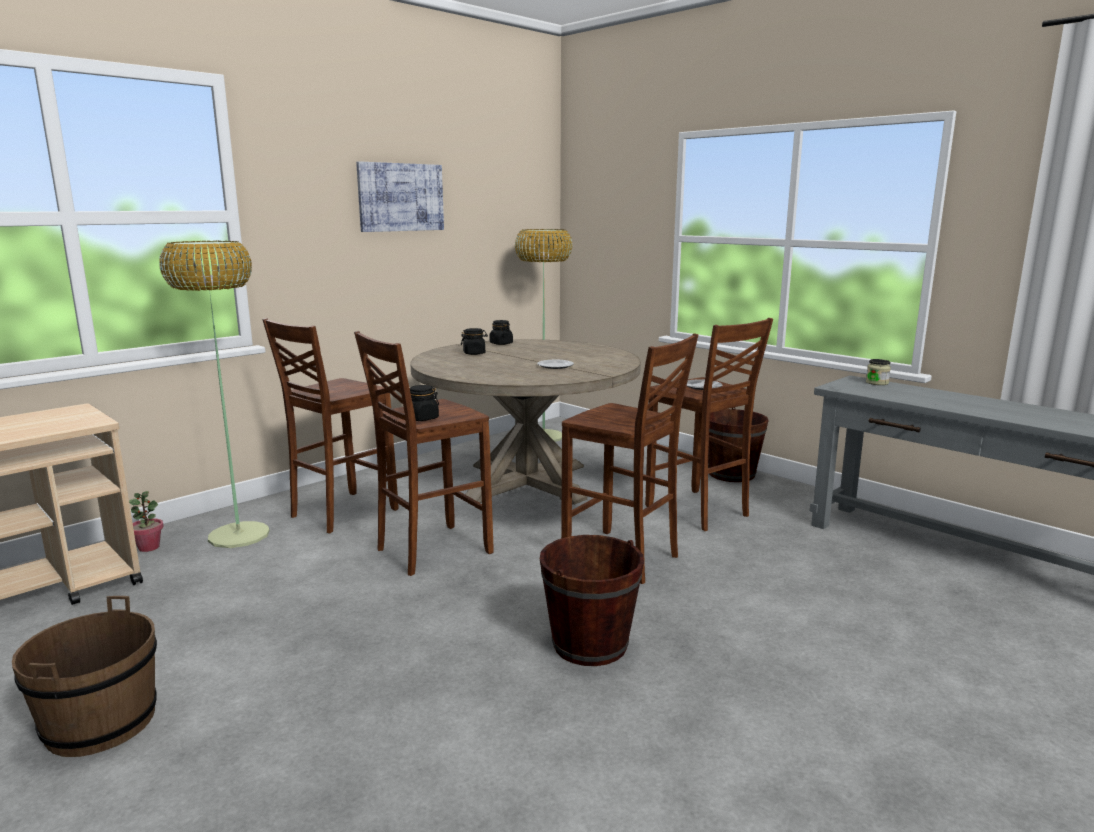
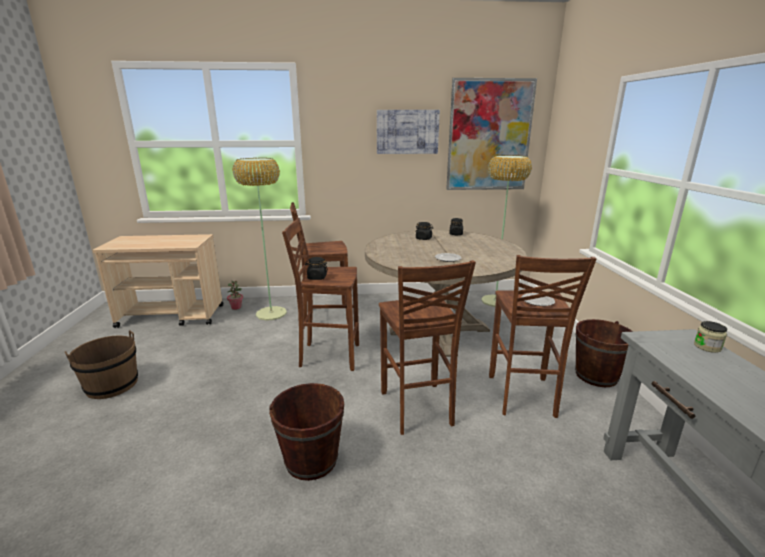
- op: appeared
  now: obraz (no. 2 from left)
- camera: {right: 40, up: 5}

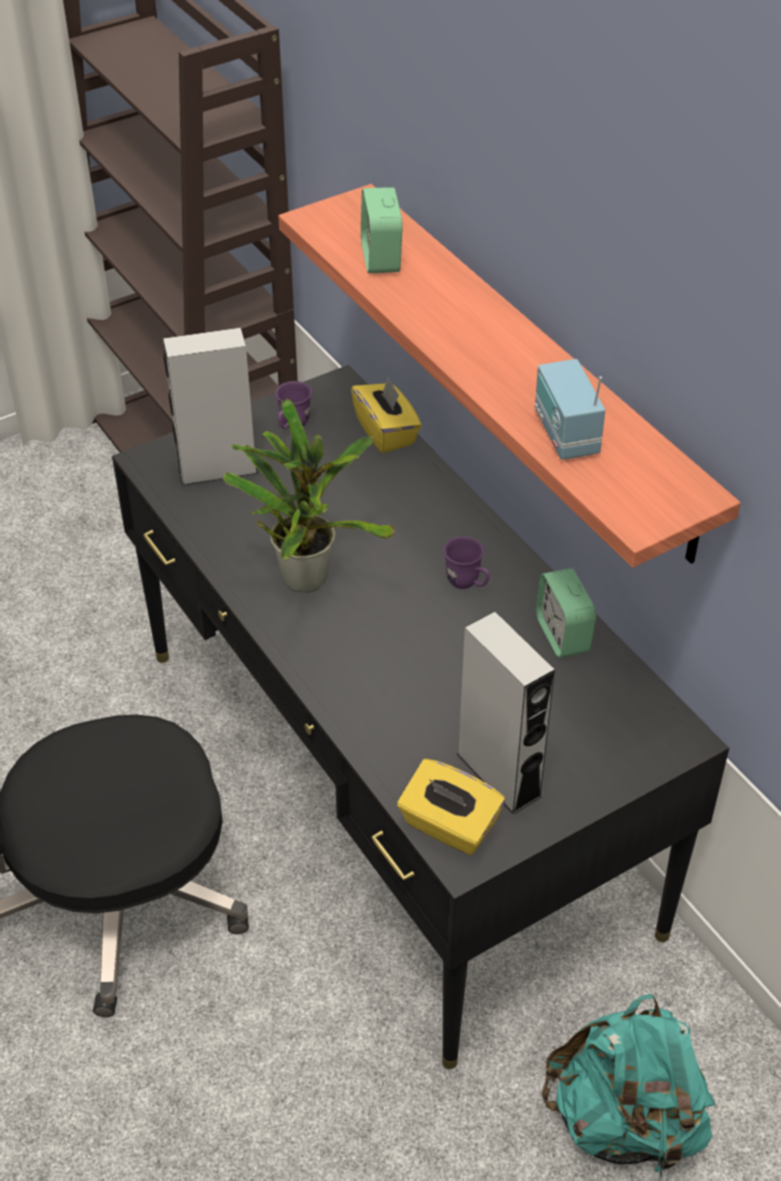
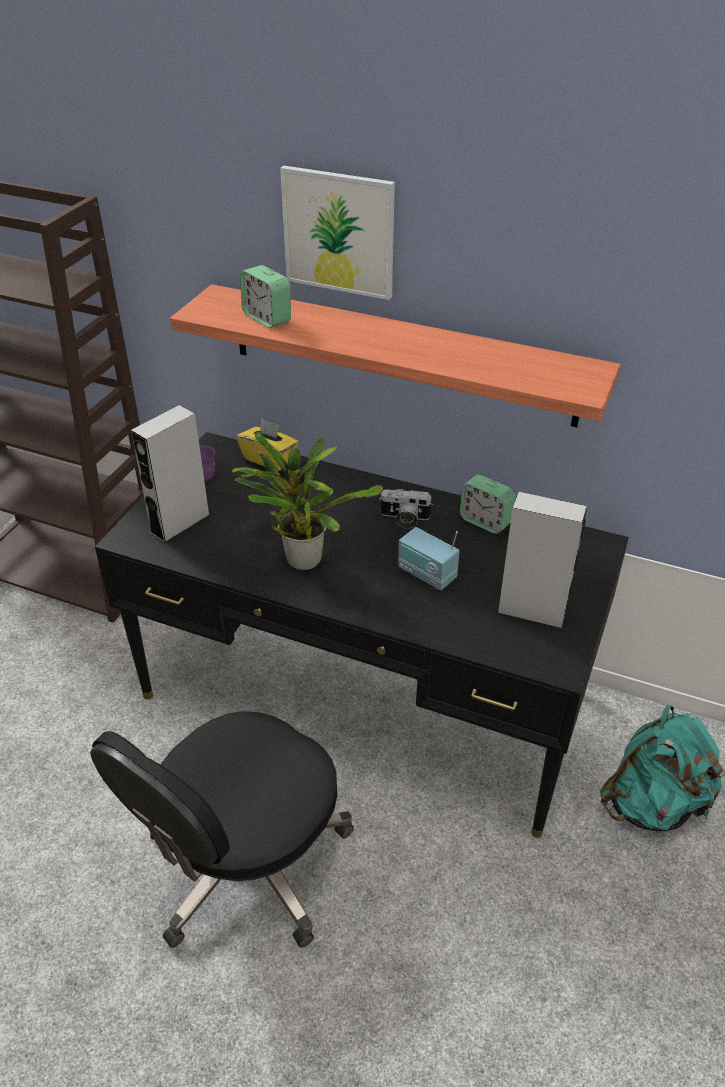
- op: missing
  was: pudełko chusteczek [żółty] (no. 2 from left)
- op: appeared
  now: obraz
- op: relocated
  was: radio
- op: exchanged
  was: kubek [fioletowy] (no. 2 from left)
  now: aparat fotograficzny
- camera: {right: -35, up: -5}

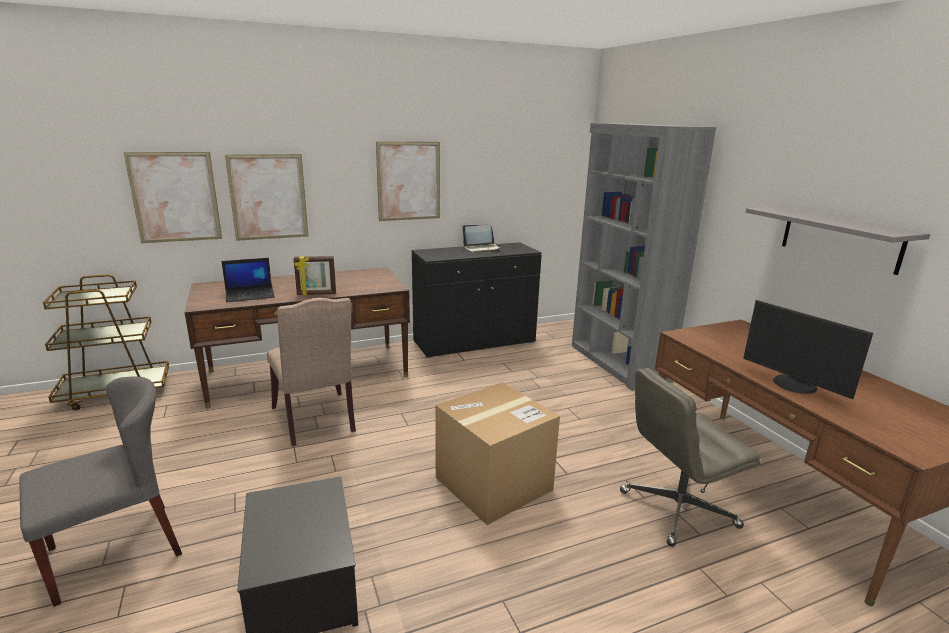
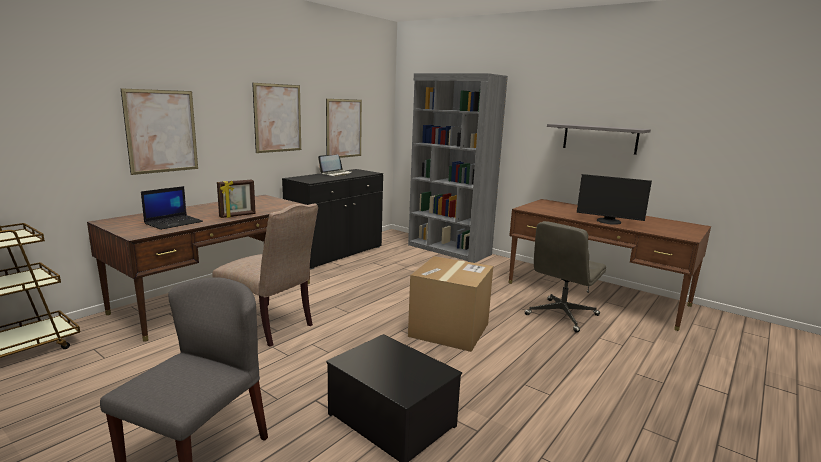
- op: relocated
  was: obraz (no. 1 from left in the first image)
  now: obraz (no. 3 from left)
- camera: {right: -30, up: -5}

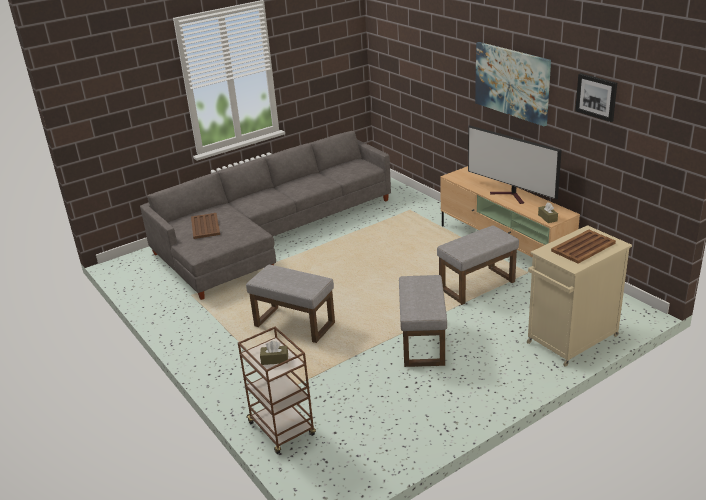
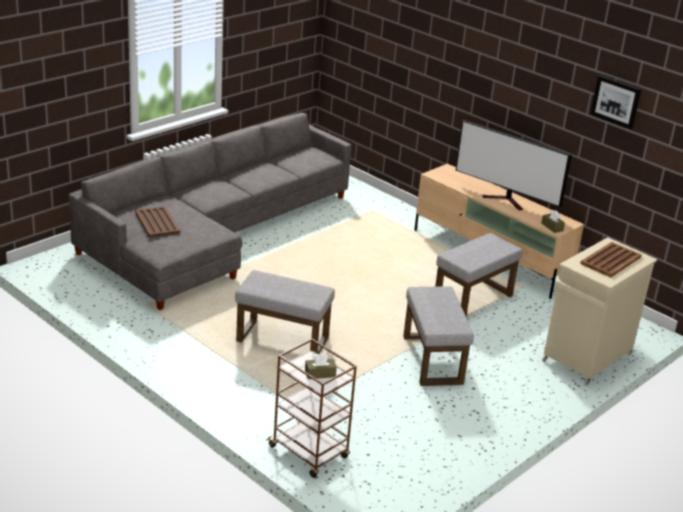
- op: missing
  was: obraz (no. 1 from left)
- camera: {right: -15, up: 0}

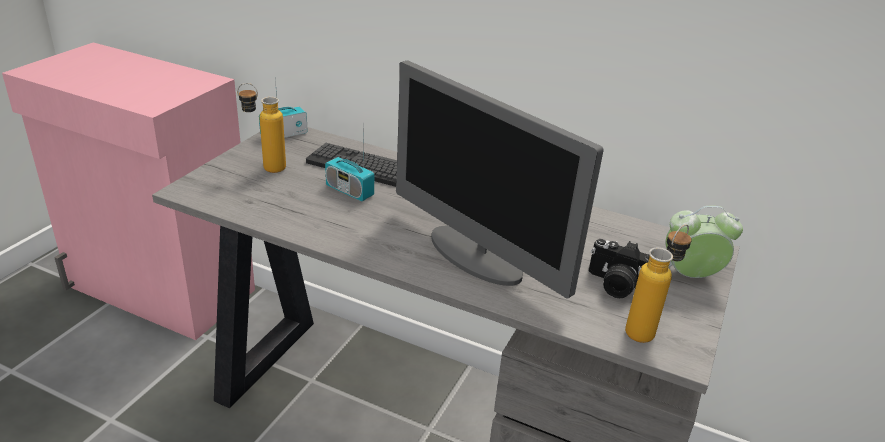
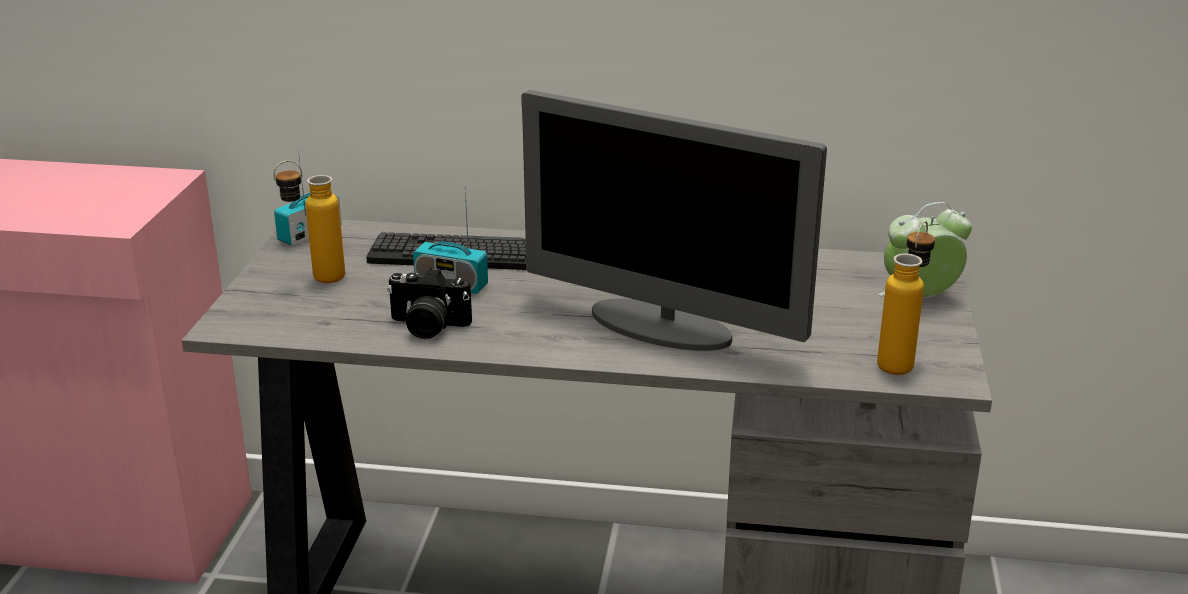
- op: relocated
  was: aparat fotograficzny
- camera: {right: -15, up: -5}

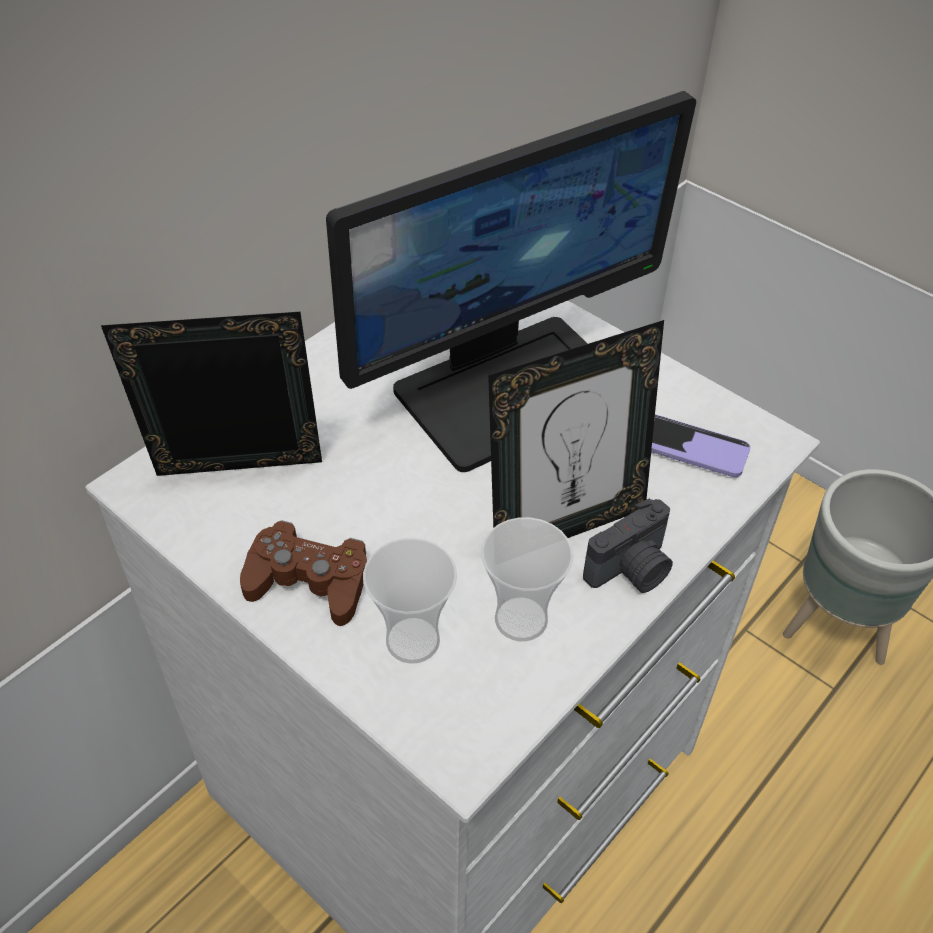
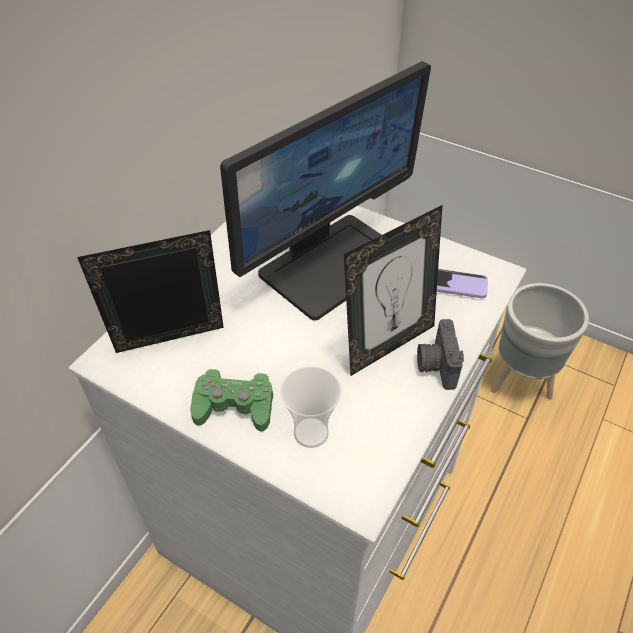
- op: missing
  was: filiżanka (no. 2 from left)
- op: colour
  was: pad do gier [brązowy]
  now: pad do gier [zielony]
- op: spun
  was: aparat fotograficzny
  clockwise: 135
- camera: {right: -10, up: 0}

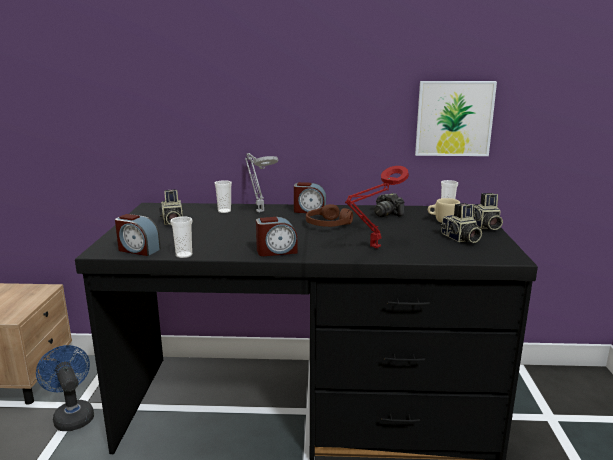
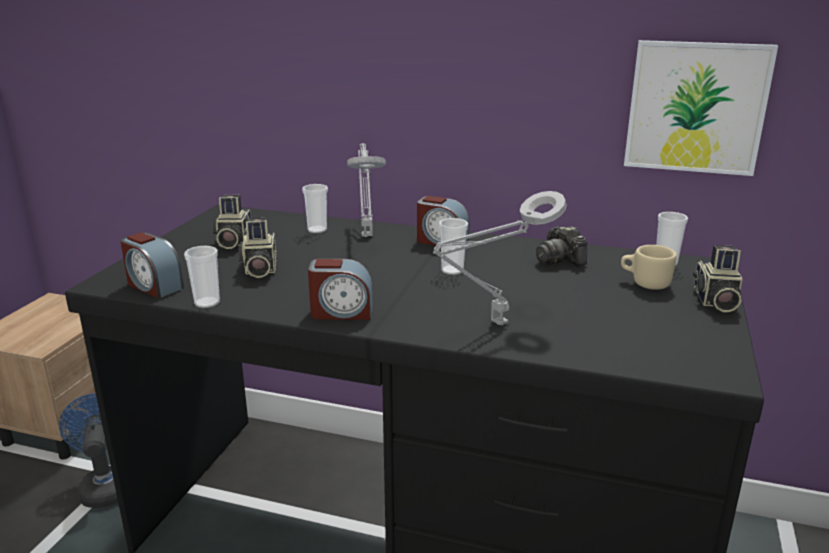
- op: relocated
  was: aparat fotograficzny (no. 3 from left in the first image)
  now: aparat fotograficzny (no. 2 from left)
- op: exchanged
  was: słuchawki [brązowy]
  now: filiżanka (no. 3 from left)
- op: colour
  was: lampa stołowa [czerwony]
  now: lampa stołowa [szary] (no. 2 from left)
- camera: {right: 15, up: 5}

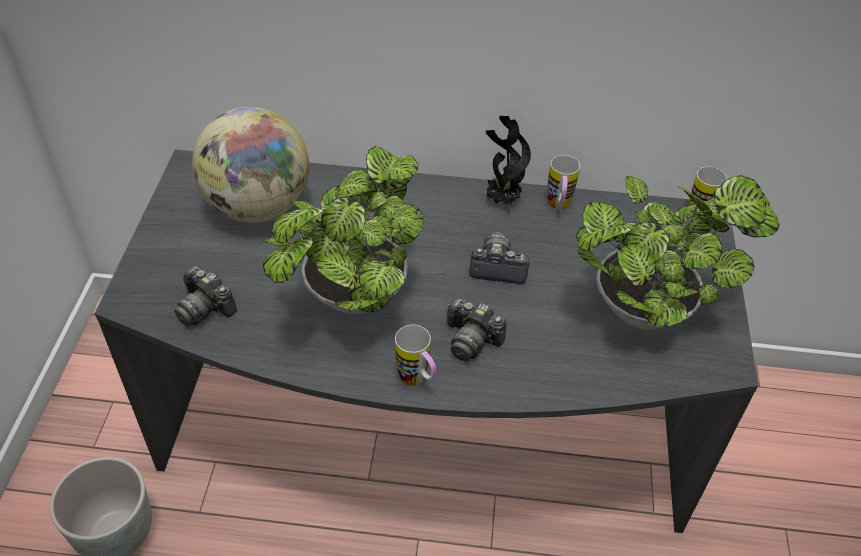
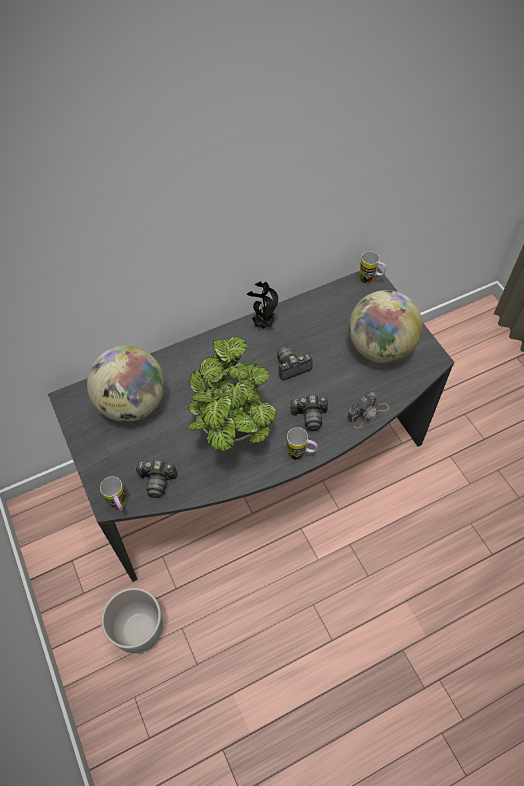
- op: appeared
  now: aparat fotograficzny (no. 4 from left)
- op: relocated
  was: kubek (no. 2 from left in the first image)
  now: kubek (no. 1 from left)
- op: exchanged
  was: roślina doniczkowa (no. 3 from left)
  now: globus (no. 2 from left)
- camera: {right: -30, up: 10}

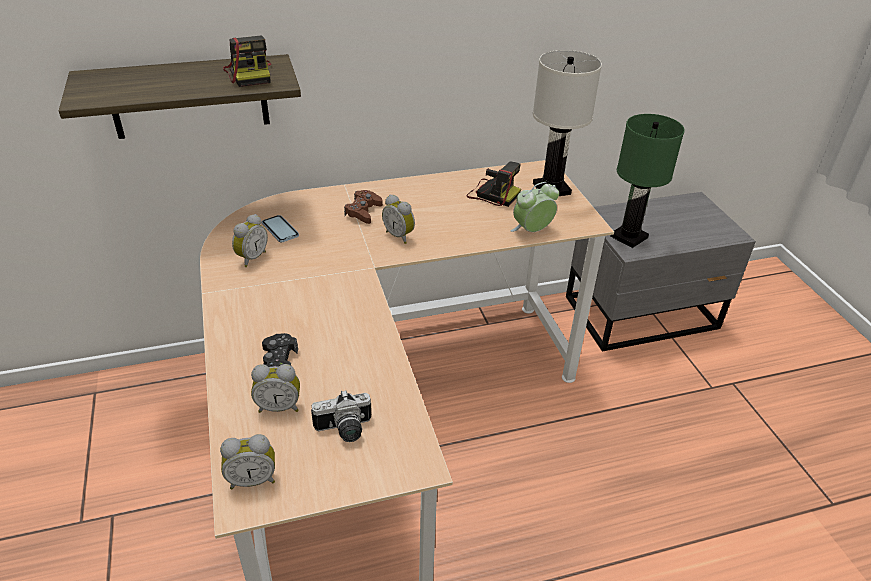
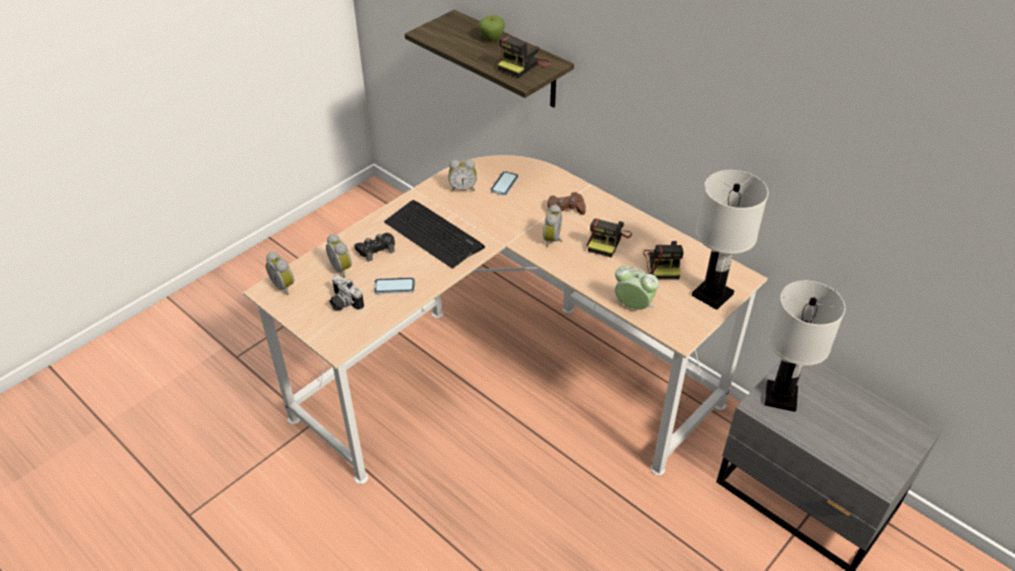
- op: appeared
  now: telefon (no. 1 from left)
- op: appeared
  now: klawiatura
- op: appeared
  now: jabłko
- op: appeared
  now: aparat fotograficzny (no. 3 from left)
- op: colour
  was: lampa stołowa [zielony]
  now: lampa stołowa [biały] (no. 2 from left)
- camera: {right: 60, up: 5}

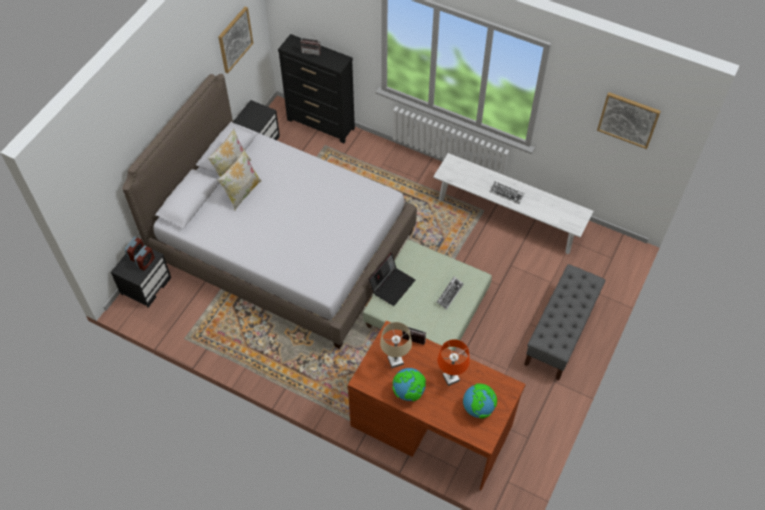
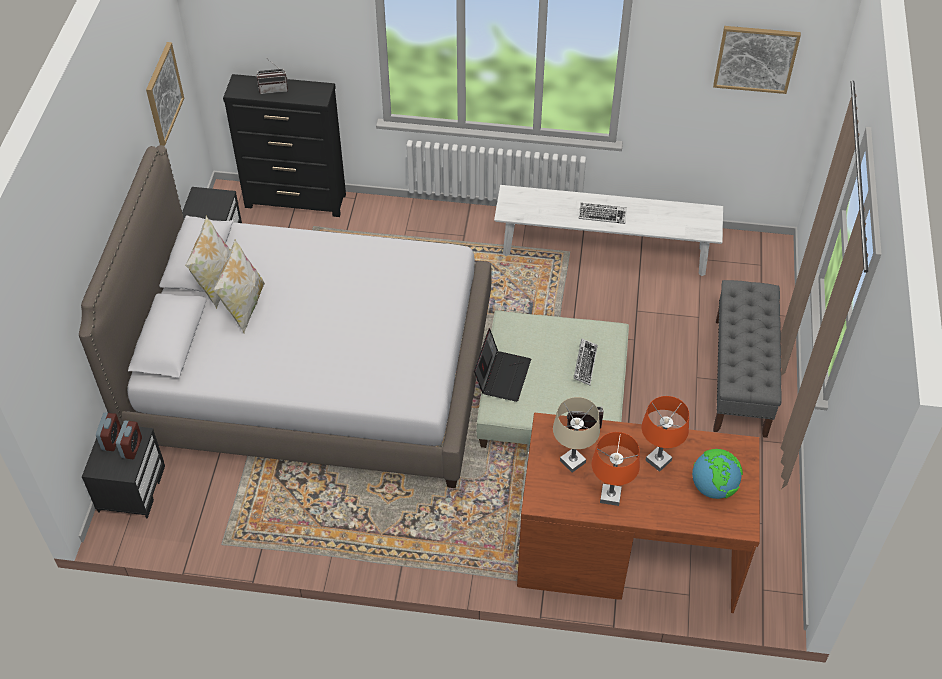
- op: exchanged
  was: globus (no. 1 from left)
  now: lampa stołowa [pomarańczowy] (no. 1 from left)
- camera: {right: -20, up: -5}

